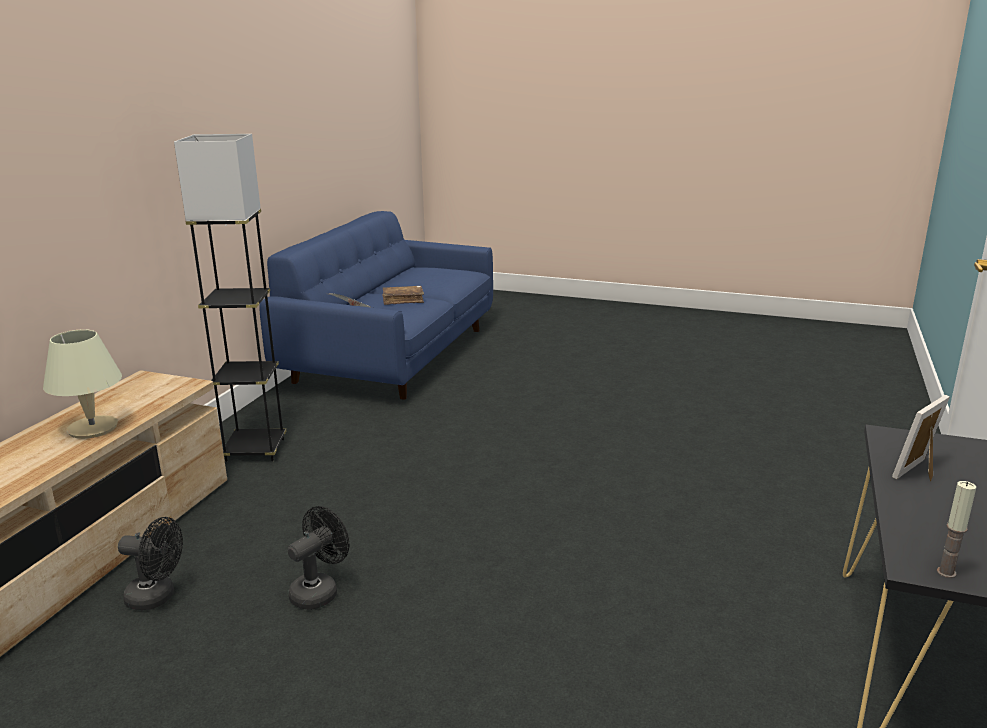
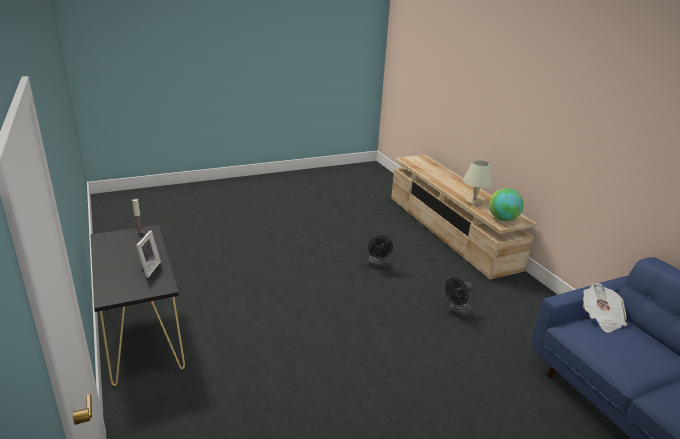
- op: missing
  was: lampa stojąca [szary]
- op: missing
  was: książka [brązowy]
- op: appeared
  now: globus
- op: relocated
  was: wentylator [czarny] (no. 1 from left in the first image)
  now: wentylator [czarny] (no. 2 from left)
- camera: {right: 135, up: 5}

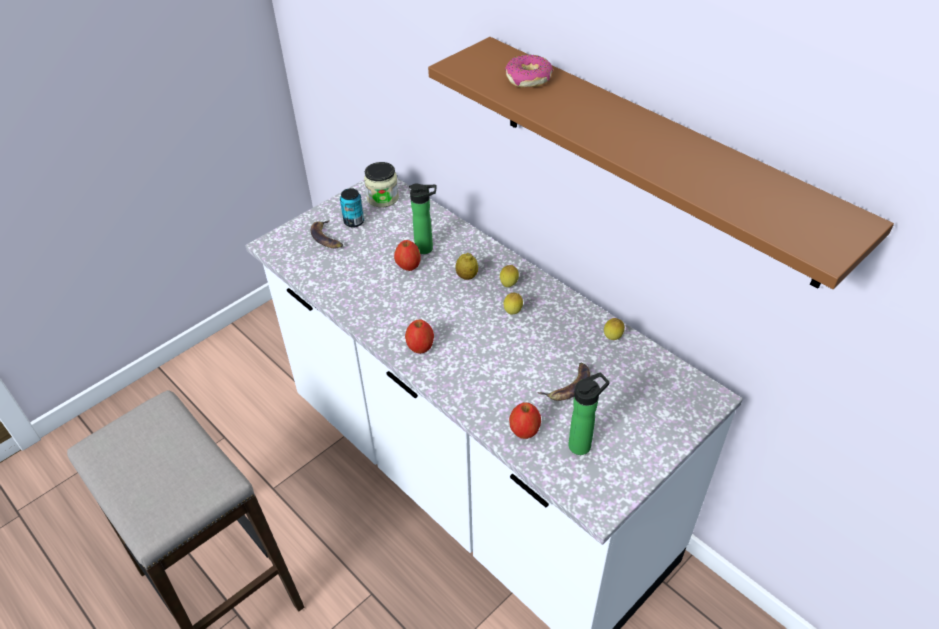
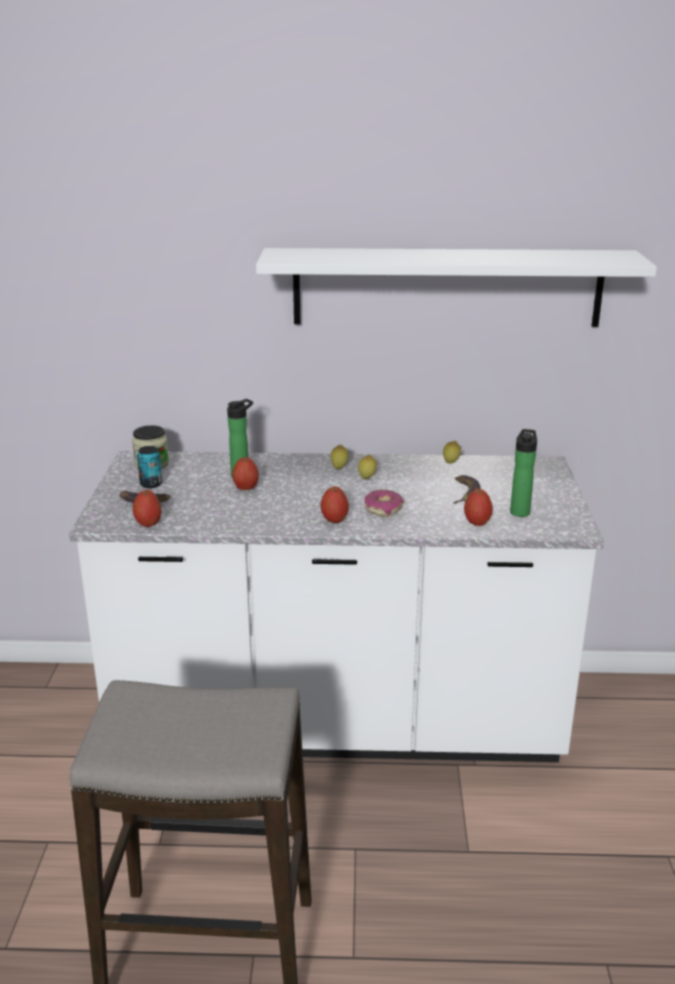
- op: missing
  was: cytryna (no. 1 from left)
- op: appeared
  now: jabłko (no. 1 from left)
- op: relocated
  was: donut
- op: colour
  was: półka [brązowy]
  now: półka [biały]
- camera: {right: -45, up: -20}

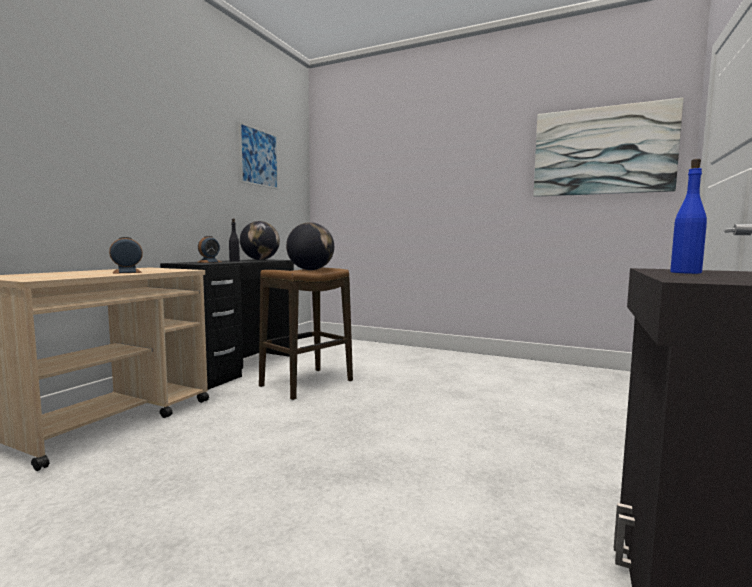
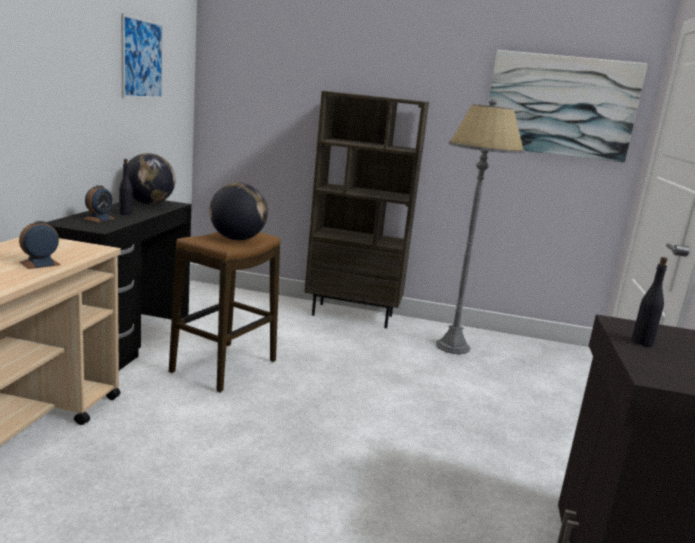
- op: appeared
  now: regał [brązowy]
- op: appeared
  now: lampa stojąca [szary]
- op: colour
  was: butelka [niebieski]
  now: butelka [czarny] (no. 2 from left)
- camera: {right: -15, up: 10}

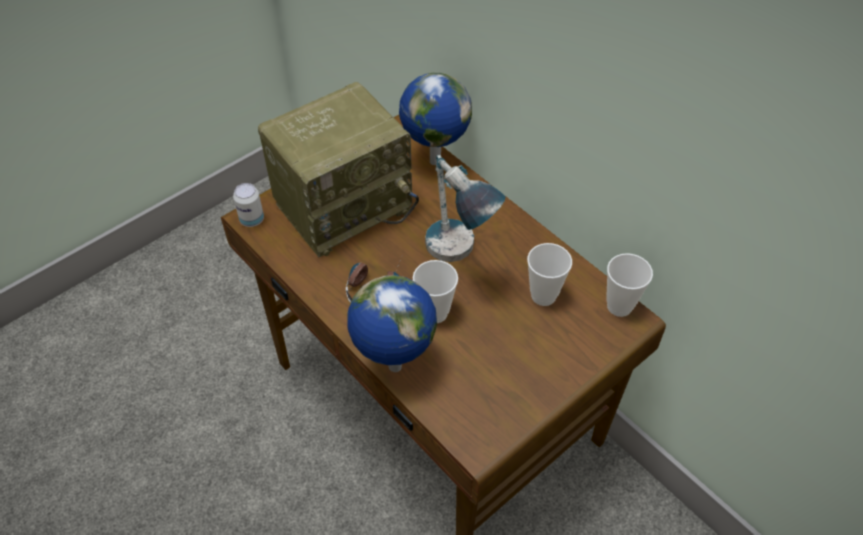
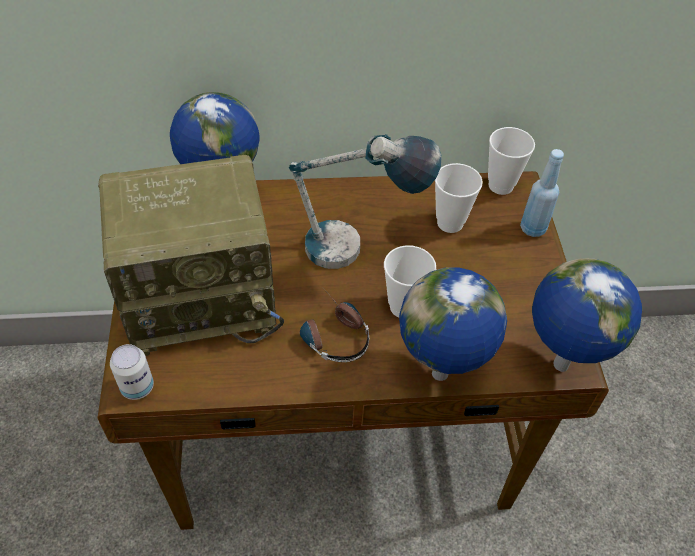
- op: appeared
  now: butelka [niebieski]
- op: appeared
  now: globus (no. 3 from left)
- op: spun
  was: radio
  clockwise: 75
- camera: {right: -55, up: 0}

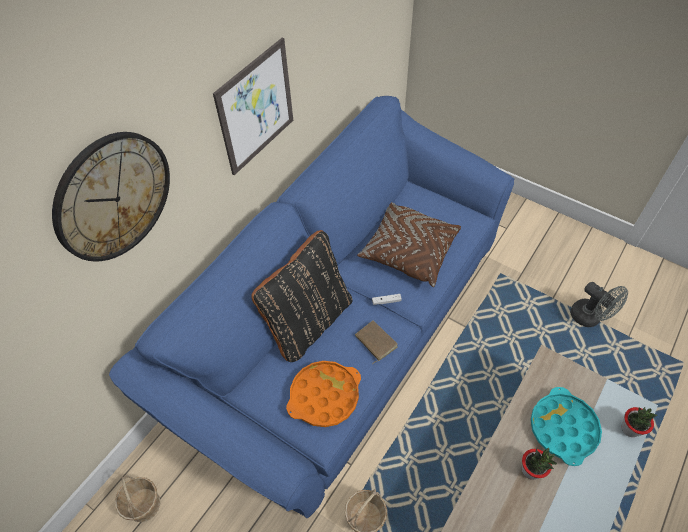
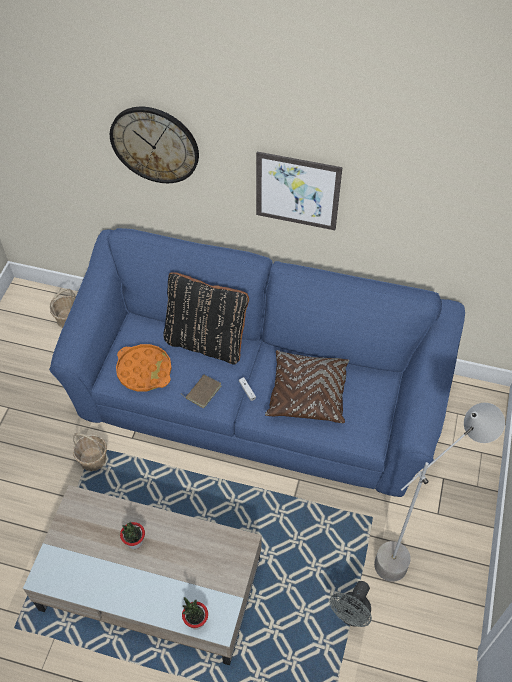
- op: missing
  was: taca [turkusowy]
- op: appeared
  now: lampa stojąca [szary]
- camera: {right: 70, up: 0}

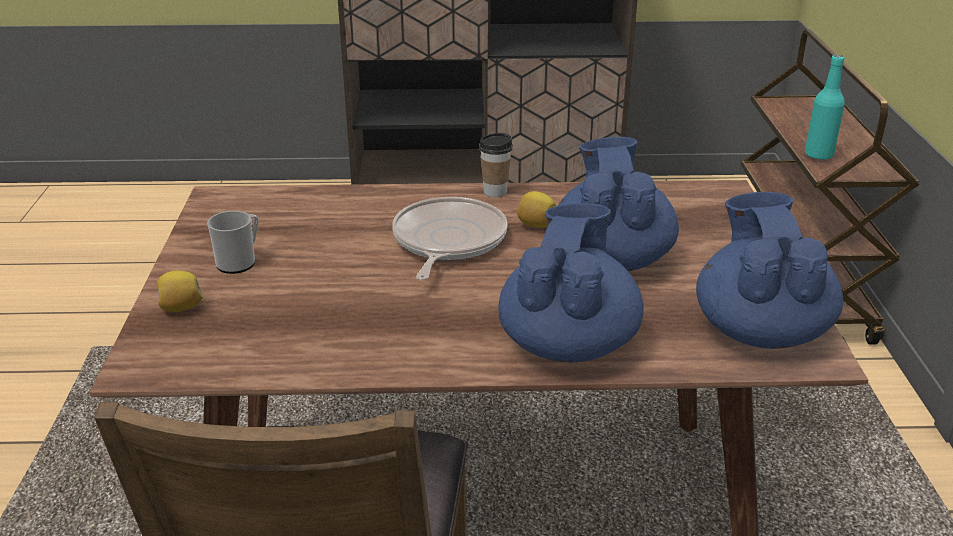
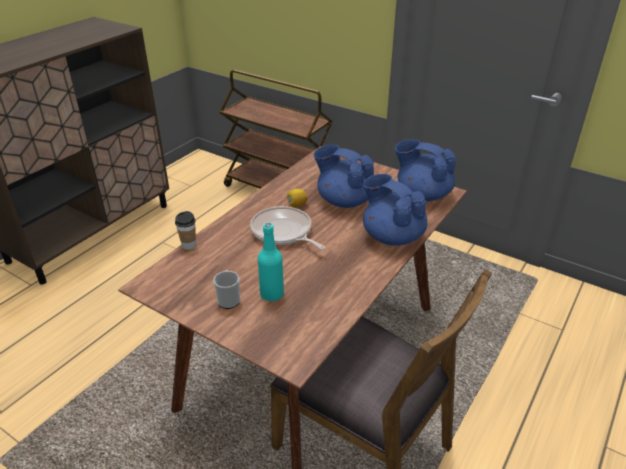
- op: missing
  was: cytryna (no. 1 from left)
- op: relocated
  was: filiżanka
- op: relocated
  was: butelka [turkusowy]
- camera: {right: -55, up: 5}

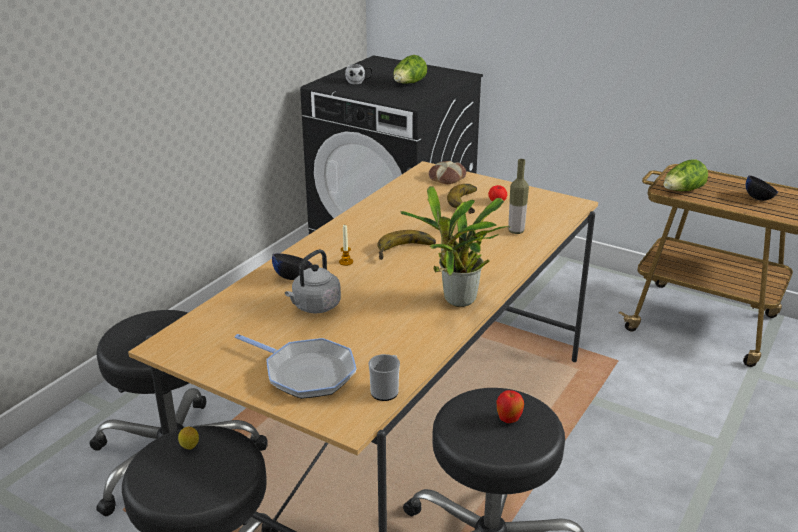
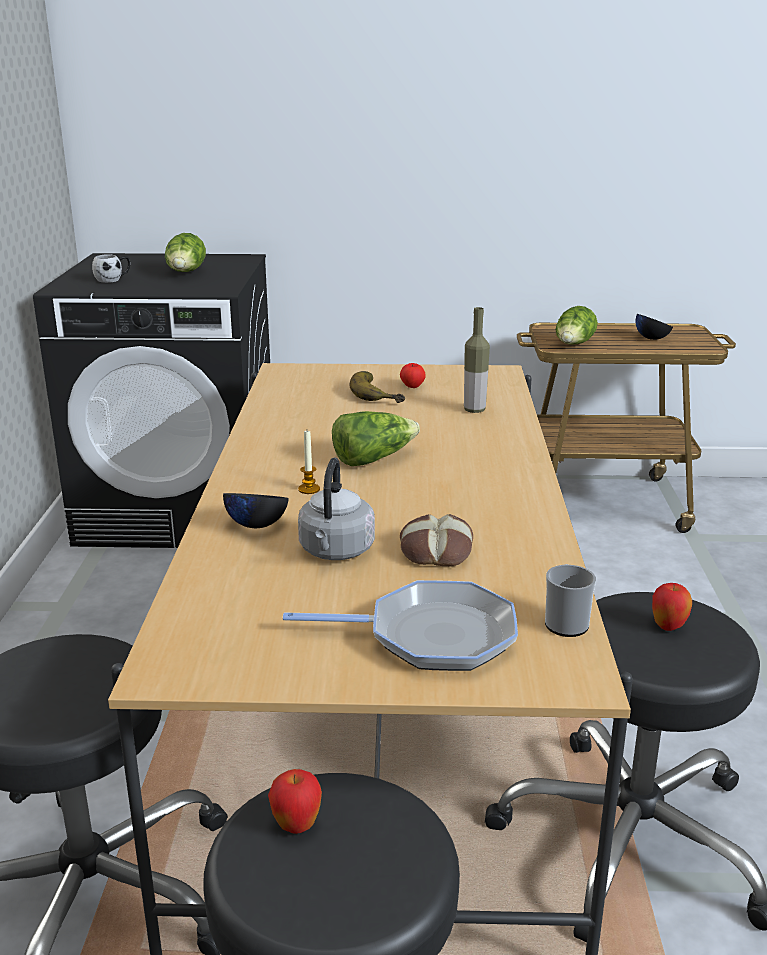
- op: missing
  was: roślina doniczkowa
- op: relocated
  was: chleb
- op: exchanged
  was: cytryna
  now: jabłko (no. 1 from left)
- op: exchanged
  was: banan (no. 1 from left)
  now: sałata (no. 2 from left)
- camera: {right: -30, up: -5}

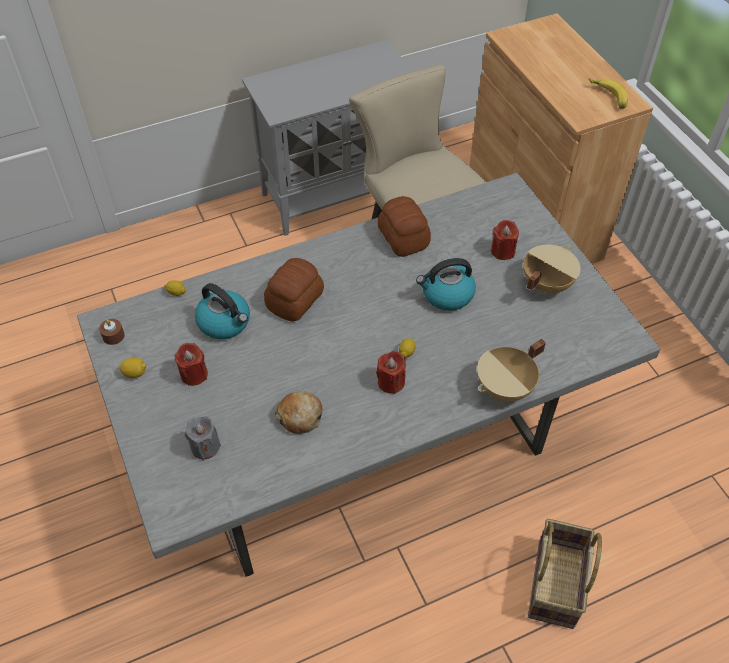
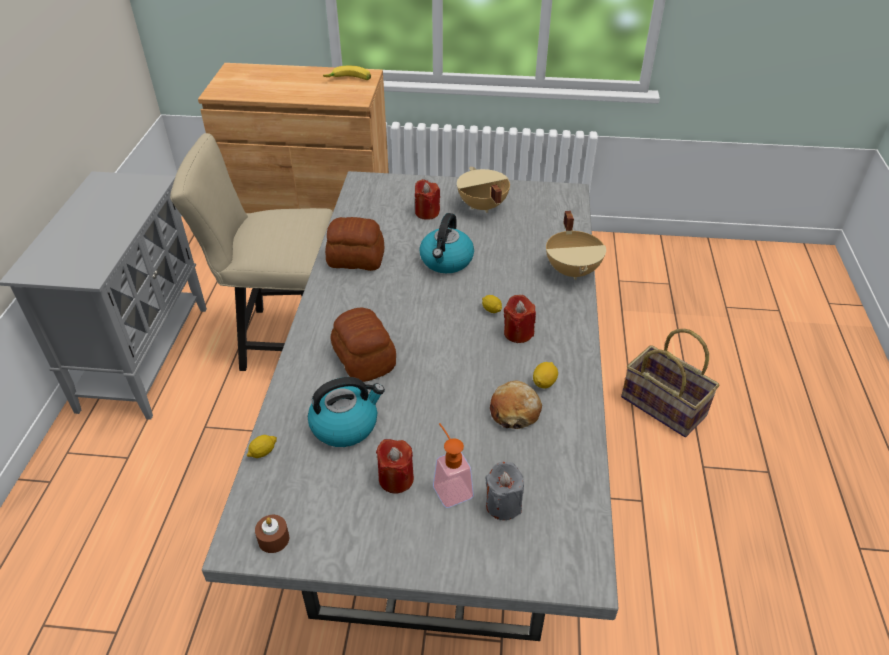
- op: appeared
  now: dozownik mydła
- op: relocated
  was: cytryna (no. 1 from left in the first image)
  now: cytryna (no. 3 from left)
- camera: {right: -60, up: -10}

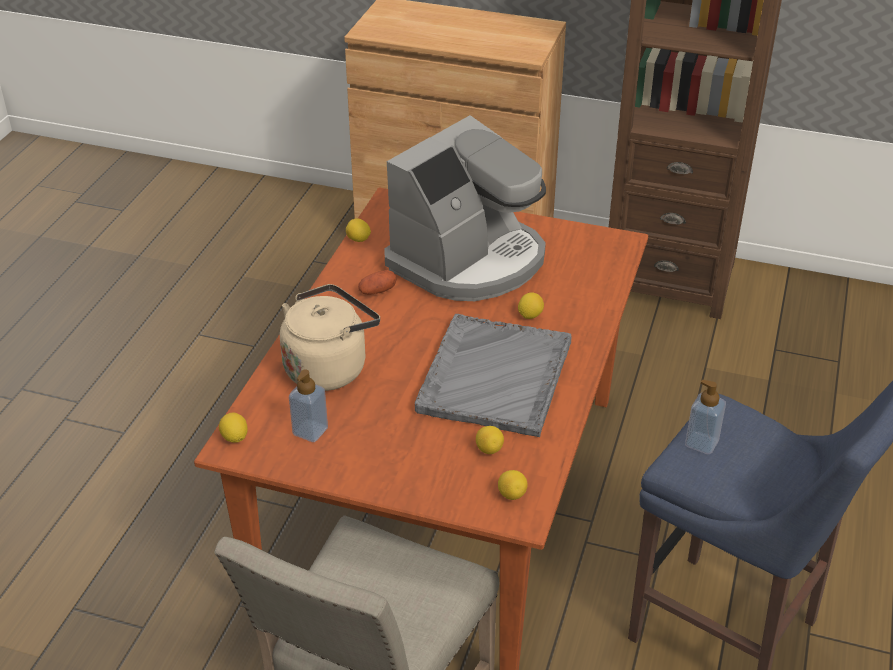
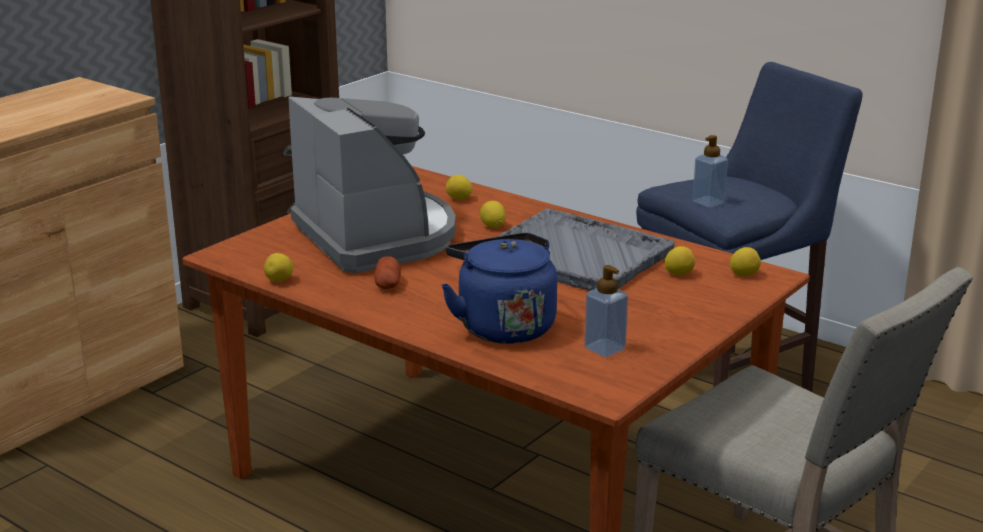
- op: relocated
  was: cytryna (no. 1 from left in the first image)
  now: cytryna (no. 2 from left)
- op: colour
  was: czajnik [beżowy]
  now: czajnik [niebieski]
- camera: {right: -70, up: -15}

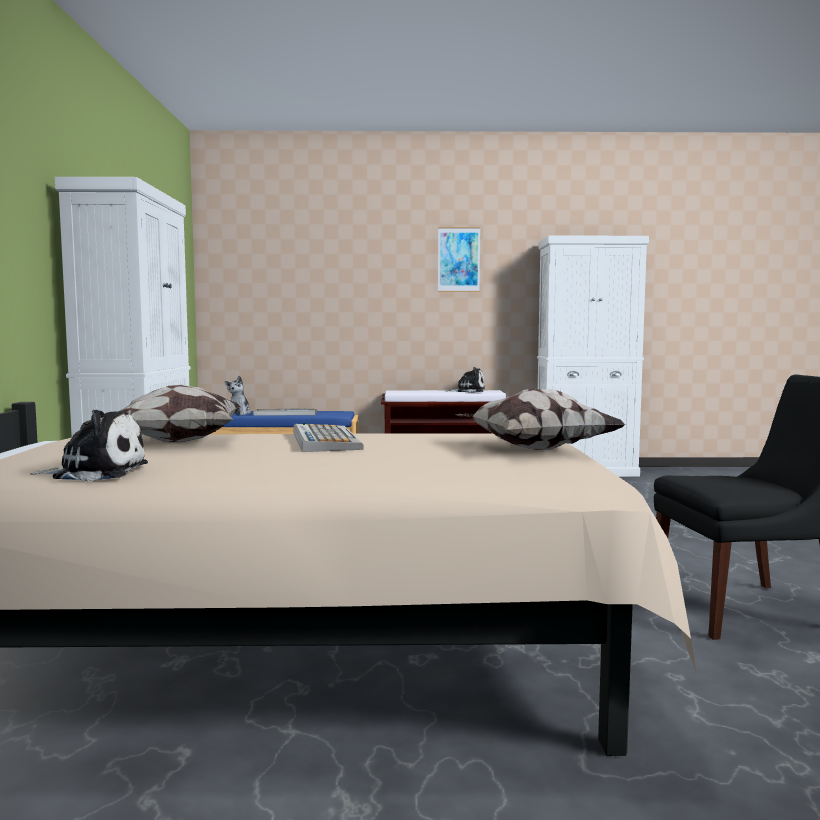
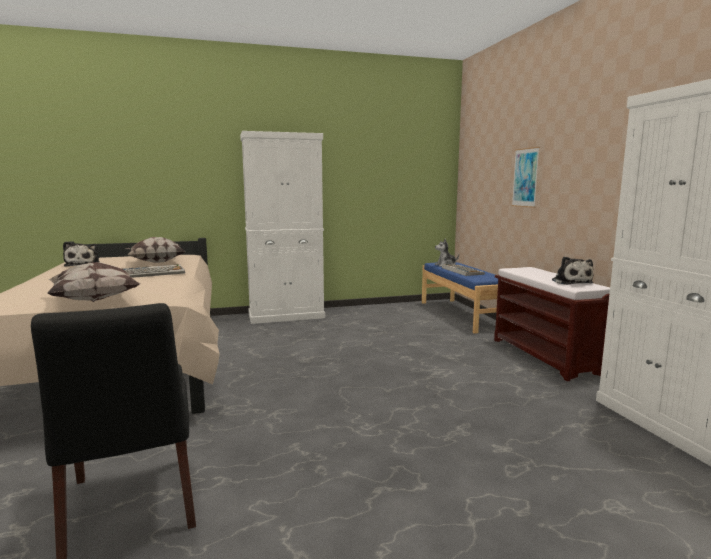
- op: relocated
  was: obraz
- camera: {right: 75, up: 5}

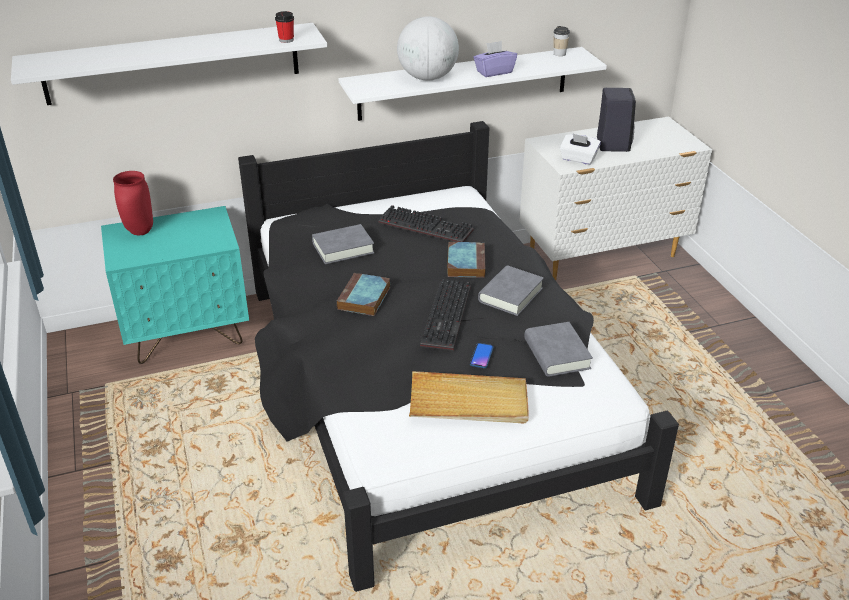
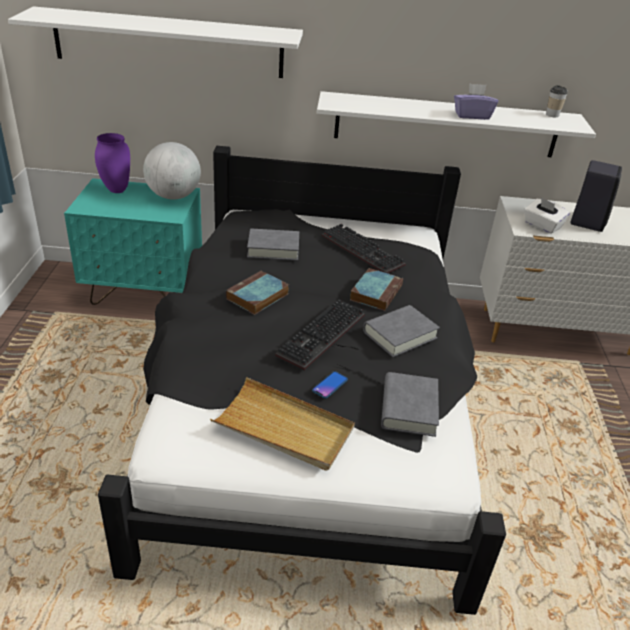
- op: missing
  was: filiżanka (no. 1 from left)
- op: relocated
  was: globus
- op: colour
  was: wazon [czerwony]
  now: wazon [fioletowy]
- camera: {right: 20, up: 0}

